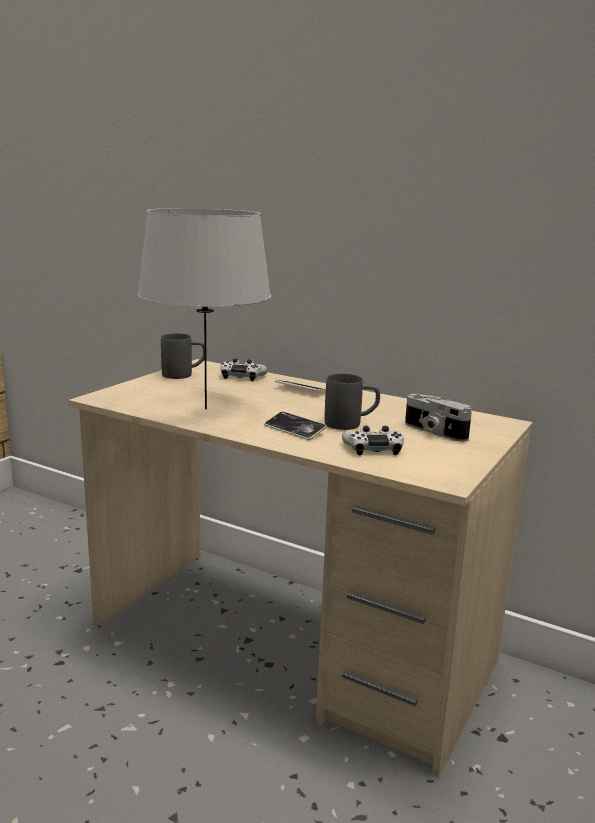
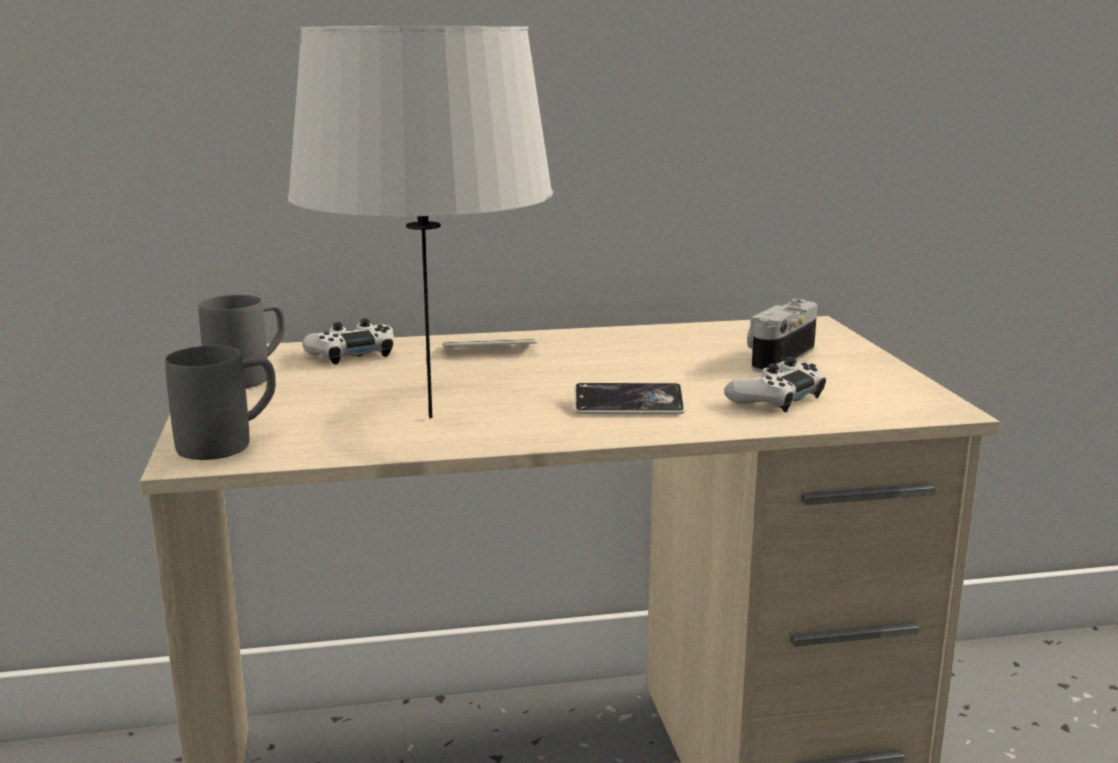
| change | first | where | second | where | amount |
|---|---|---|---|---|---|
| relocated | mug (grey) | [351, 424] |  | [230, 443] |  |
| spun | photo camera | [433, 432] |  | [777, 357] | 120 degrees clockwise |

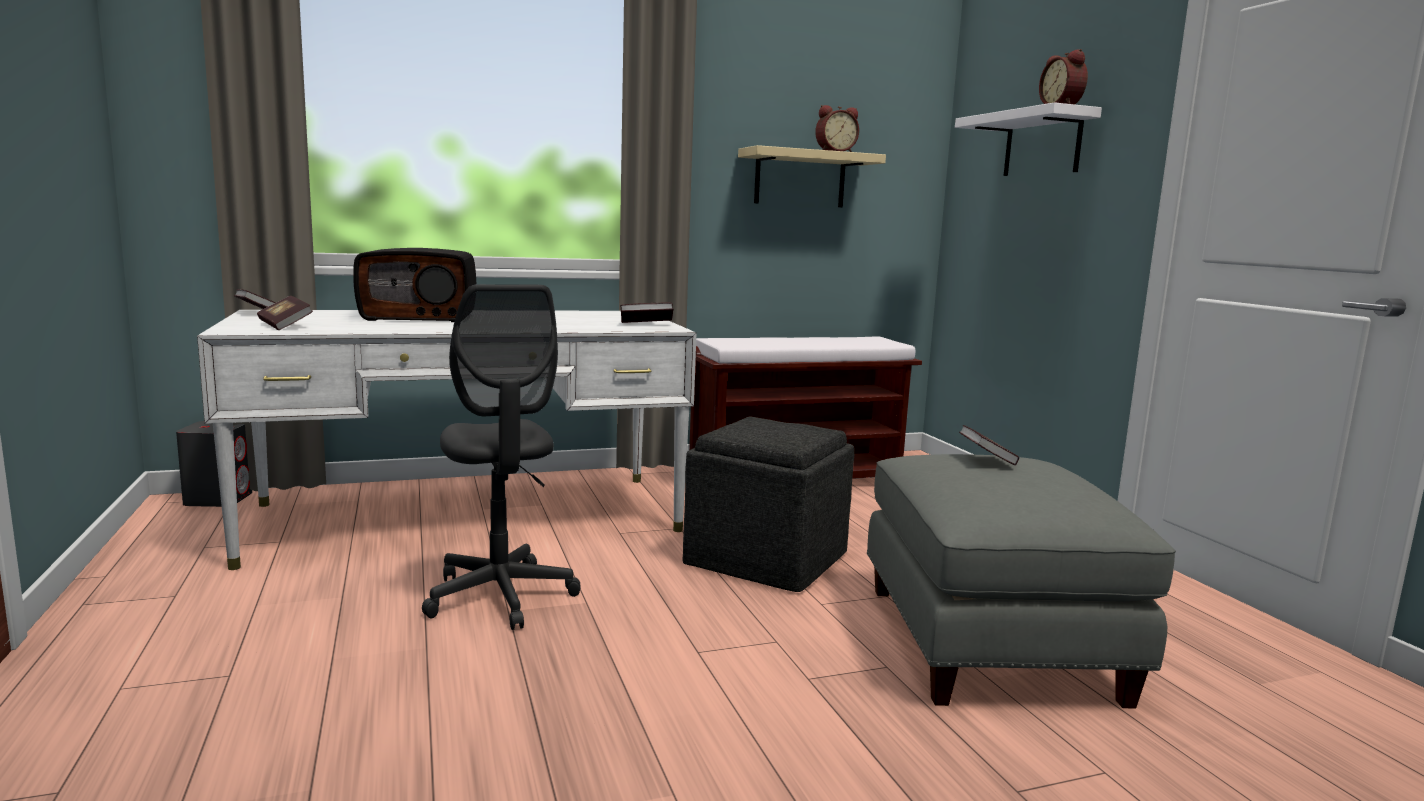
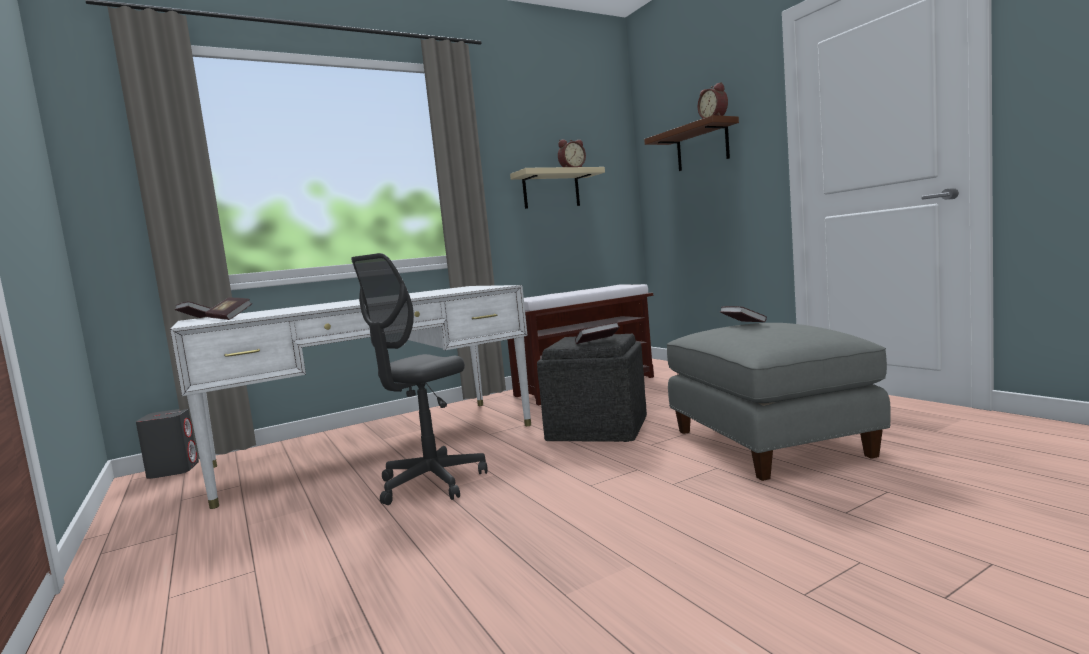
| change | first | where | second | where | amount |
|---|---|---|---|---|---|
| colour | shelf (white) | [1042, 144] | shelf (brown) | [702, 146] |  |
| missing | radio | [420, 317] |  |  |  |
| spun | office chair (grey) | [500, 596] |  | [431, 483] | 75 degrees clockwise |
| relocated | book | [646, 324] |  | [597, 342] |  |

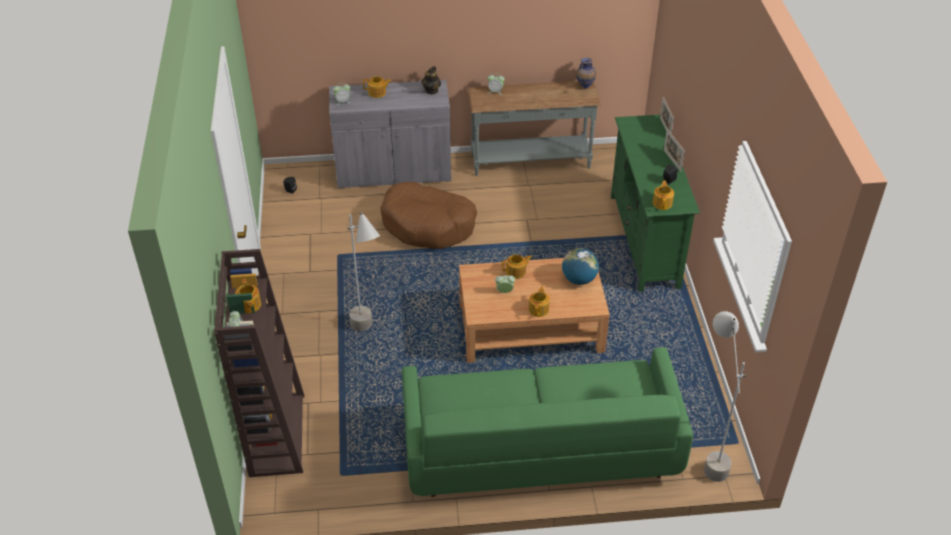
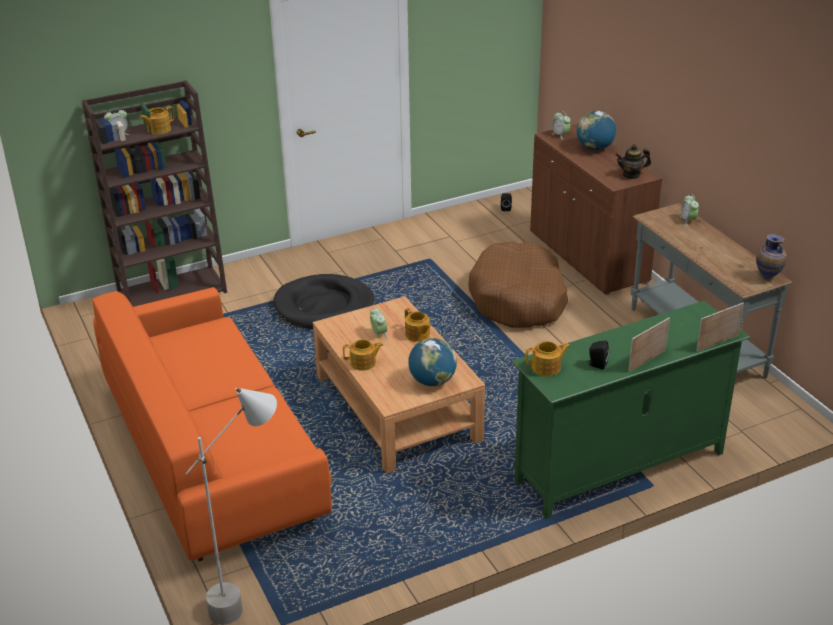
| change | first | where | second | where | amount |
|---|---|---|---|---|---|
| exchanged | teapot | [377, 93] | globe | [594, 148] |  |
| colour | cabinet (grey) | [393, 172] | cabinet (brown) | [588, 257] |  |
| exchanged | floor lamp (grey) | [369, 335] | dog bed (black) | [324, 306] |  |
| colour | sofa (green) | [539, 447] | sofa (orange) | [213, 454] |  |

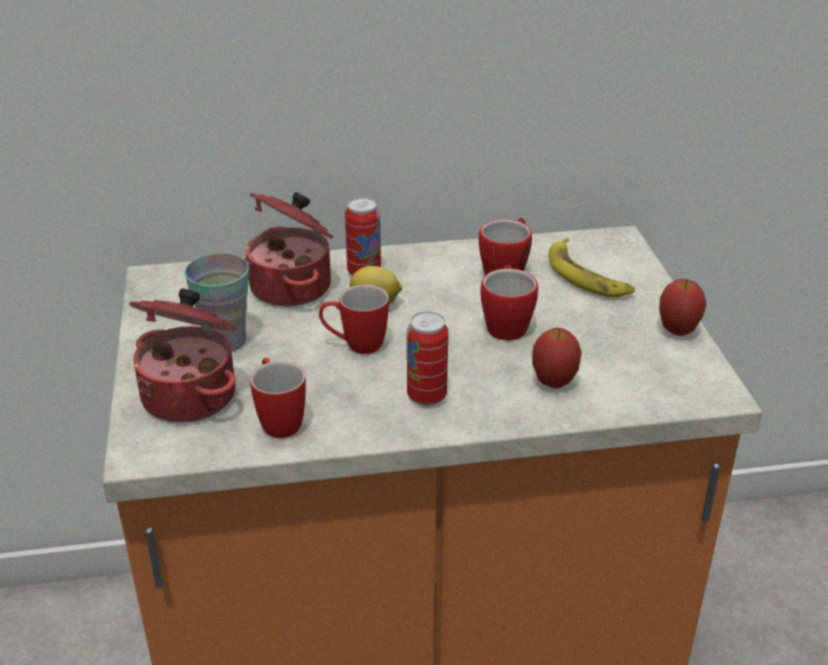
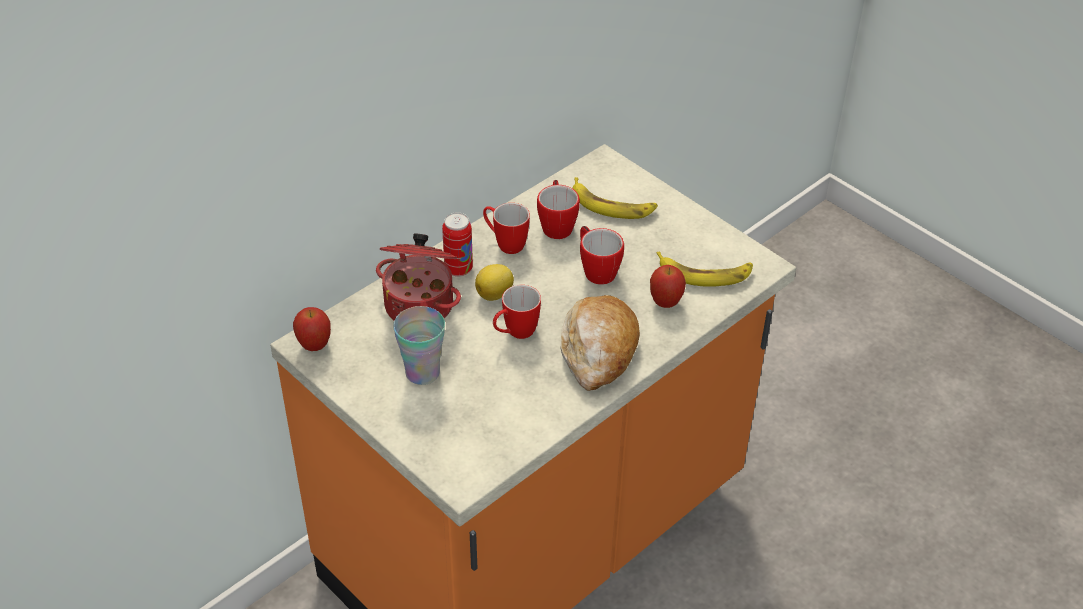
| change | first | where | second | where | amount |
|---|---|---|---|---|---|
| relocated | apple | [677, 331] |  | [314, 345] |  |
| missing | cooking pot | [191, 395] |  |  |  |
| exchanged | can | [427, 396] | bread | [599, 350] |  |
| relocated | mug | [278, 420] |  | [505, 243] |  |
| appeared |  |  | banana | [704, 273] |  |

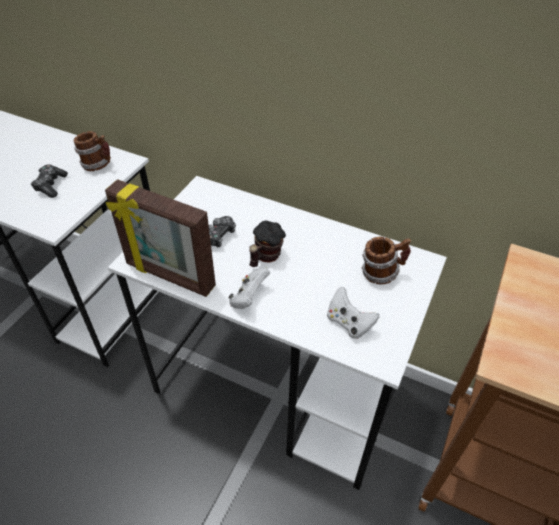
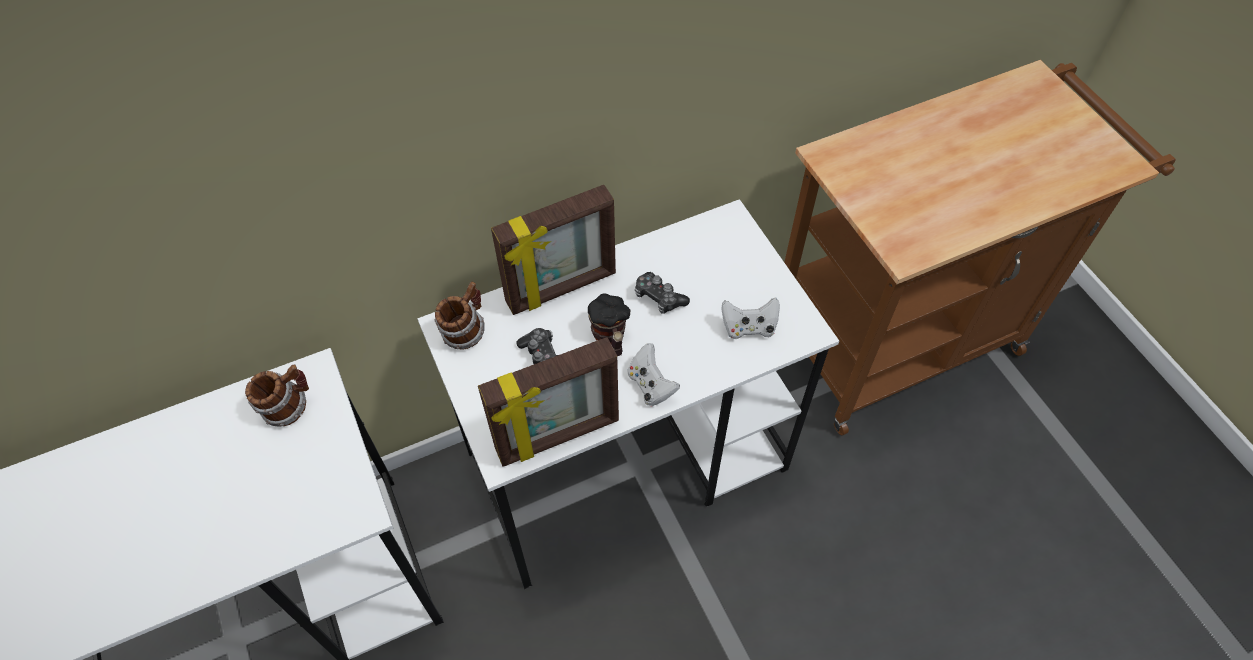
| change | first | where | second | where | amount |
|---|---|---|---|---|---|
| relocated | game controller | [51, 185] |  | [659, 297] |  |
| relocated | mug | [381, 273] |  | [465, 331] |  |
| appeared |  |  | picture frame | [562, 289] |  |

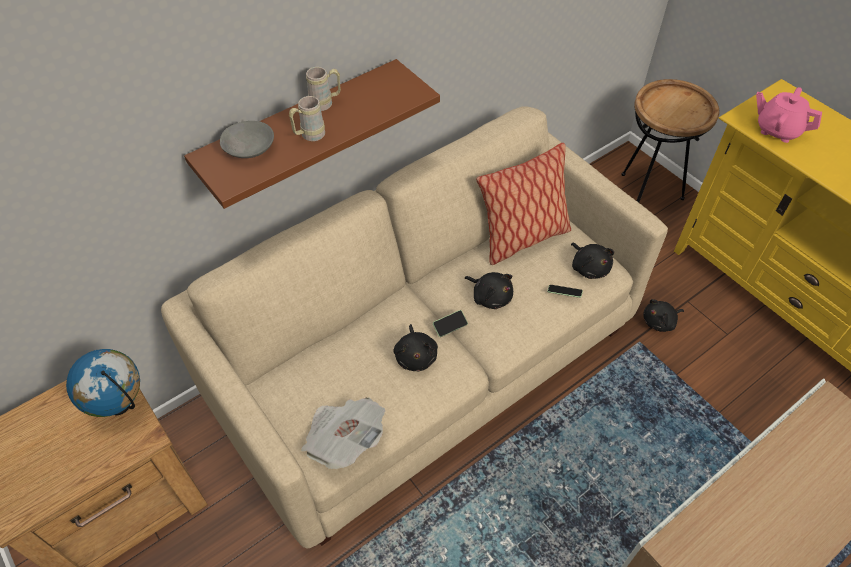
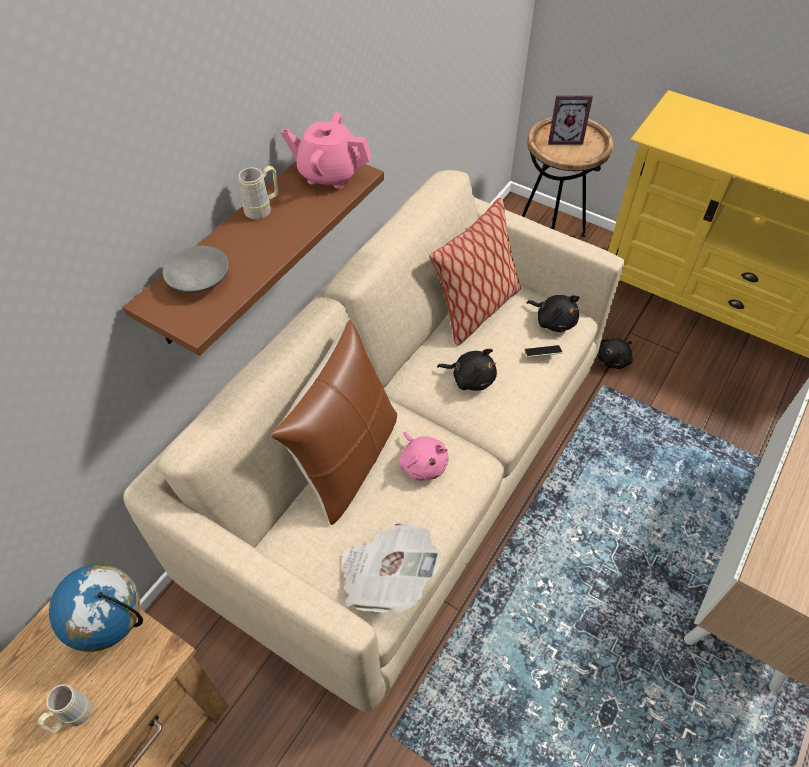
| change | first | where | second | where | amount |
|---|---|---|---|---|---|
| relocated | teapot (pink) | [777, 130] |  | [329, 174] |  |
| relocated | mug (beige) | [309, 136] |  | [72, 717] |  |
| missing | phone | [450, 326] |  |  |  |
| colour | plush toy (black) | [416, 356] | plush toy (pink) | [422, 463] |  |
| appeared |  |  | picture frame | [564, 138] |  |
| appeared |  |  | pillow (brown) | [346, 459] |  |

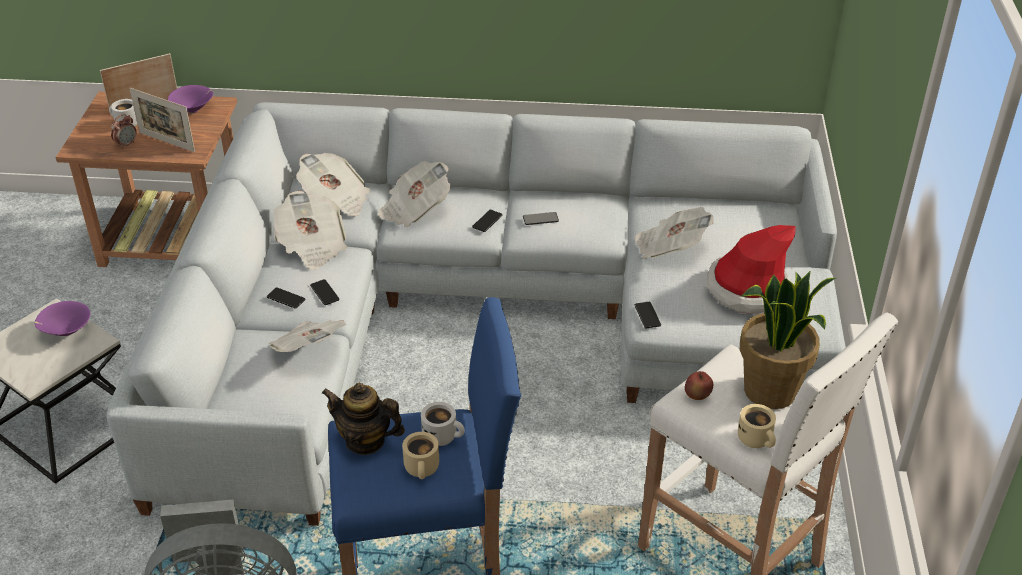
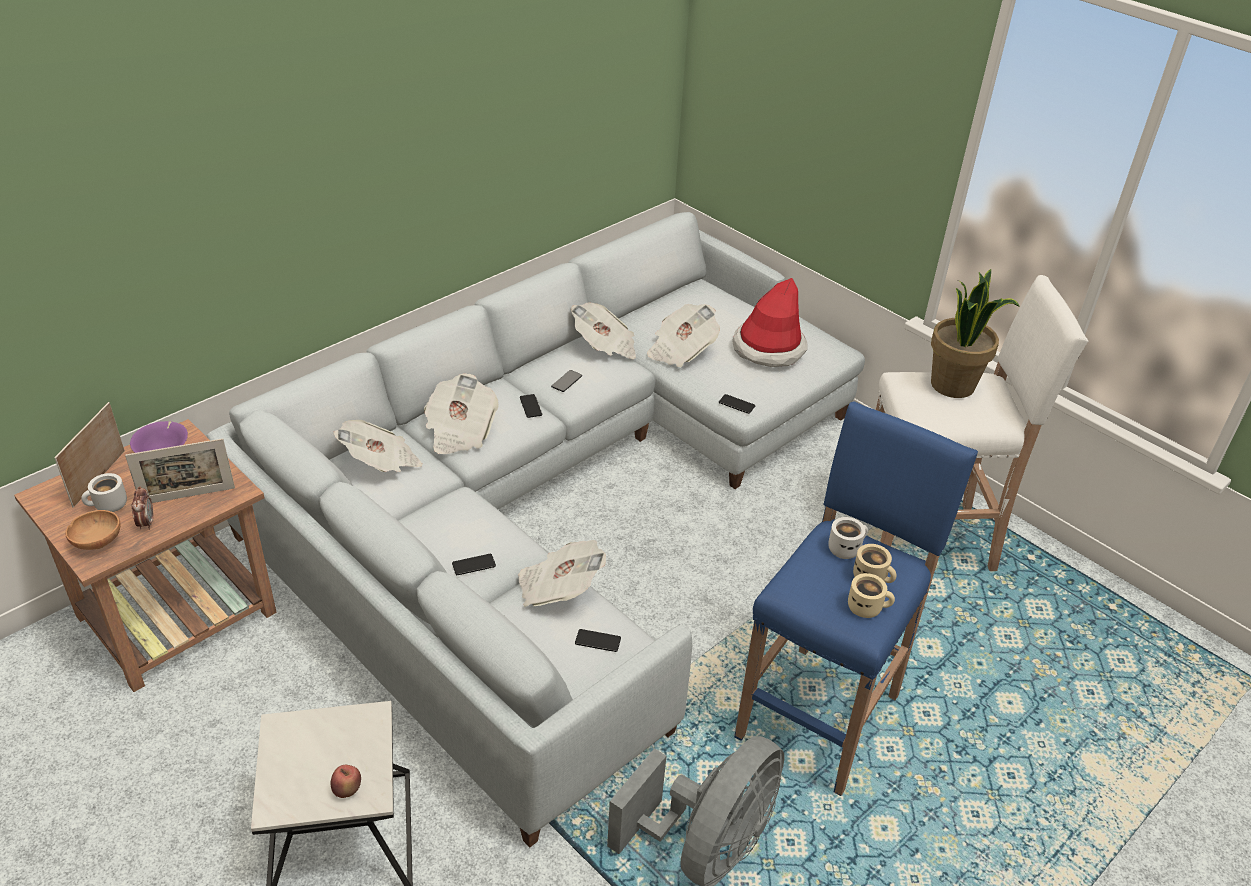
| change | first | where | second | where | amount |
|---|---|---|---|---|---|
| relocated | newspaper | [312, 246] |  | [605, 346] |  |
| relocated | phone | [324, 293] |  | [598, 641] |  |
| missing | bowl (purple) | [66, 332] |  |  |  |
| relocated | apple | [697, 396] |  | [347, 790] |  |
| missing | teapot | [365, 441] |  |  |  |
| relocated | mug (beige) | [757, 440] |  | [867, 607] |  |
| appeared |  |  | bowl (brown) | [97, 541] |  |

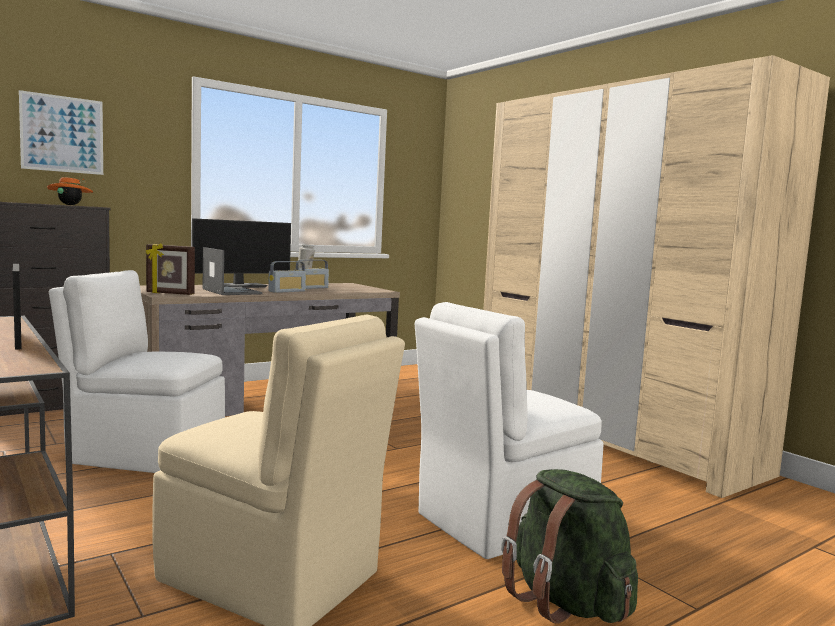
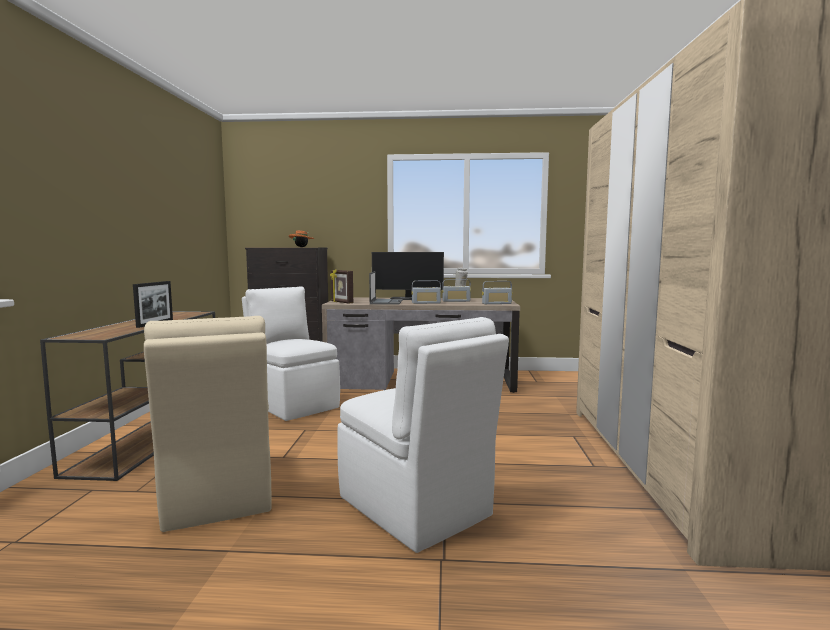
| change | first | where | second | where | amount |
|---|---|---|---|---|---|
| missing | picture | [62, 134] |  |  |  |
| spun | chair (white) | [501, 521] |  | [416, 508] | 135 degrees counterclockwise |
| missing | backpack (green) | [565, 602] |  |  |  |
| appeared |  |  | radio | [496, 303] |  |

